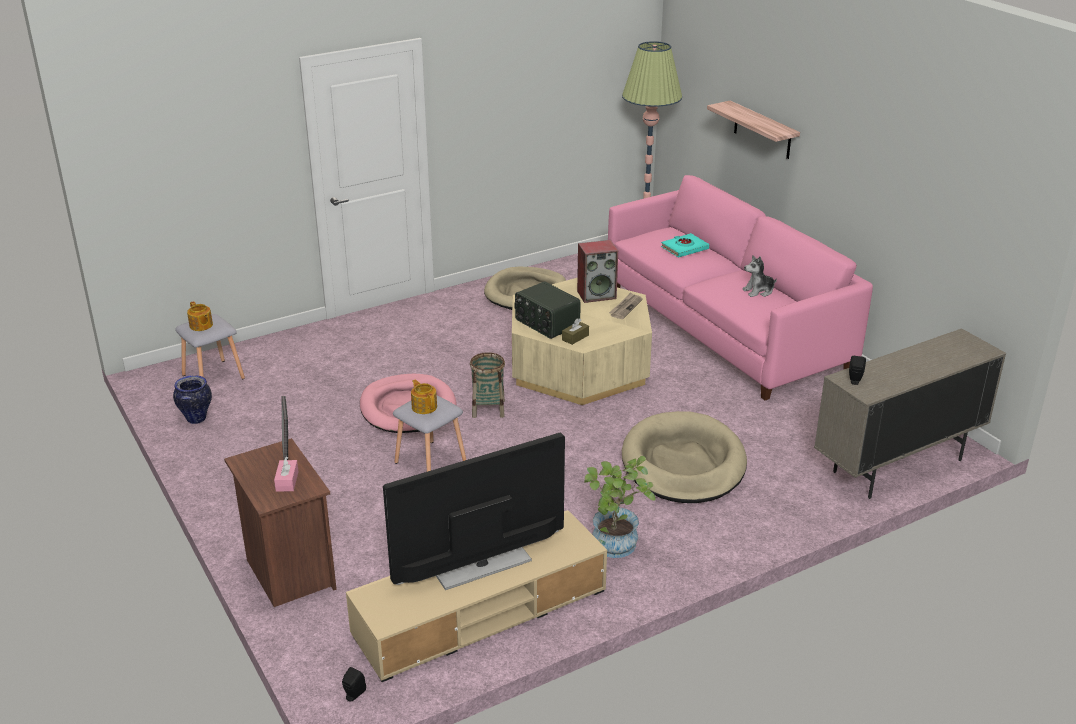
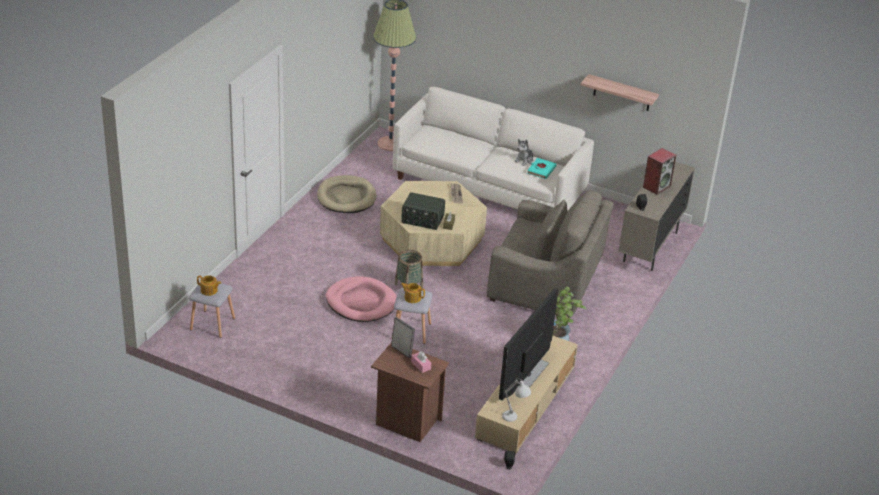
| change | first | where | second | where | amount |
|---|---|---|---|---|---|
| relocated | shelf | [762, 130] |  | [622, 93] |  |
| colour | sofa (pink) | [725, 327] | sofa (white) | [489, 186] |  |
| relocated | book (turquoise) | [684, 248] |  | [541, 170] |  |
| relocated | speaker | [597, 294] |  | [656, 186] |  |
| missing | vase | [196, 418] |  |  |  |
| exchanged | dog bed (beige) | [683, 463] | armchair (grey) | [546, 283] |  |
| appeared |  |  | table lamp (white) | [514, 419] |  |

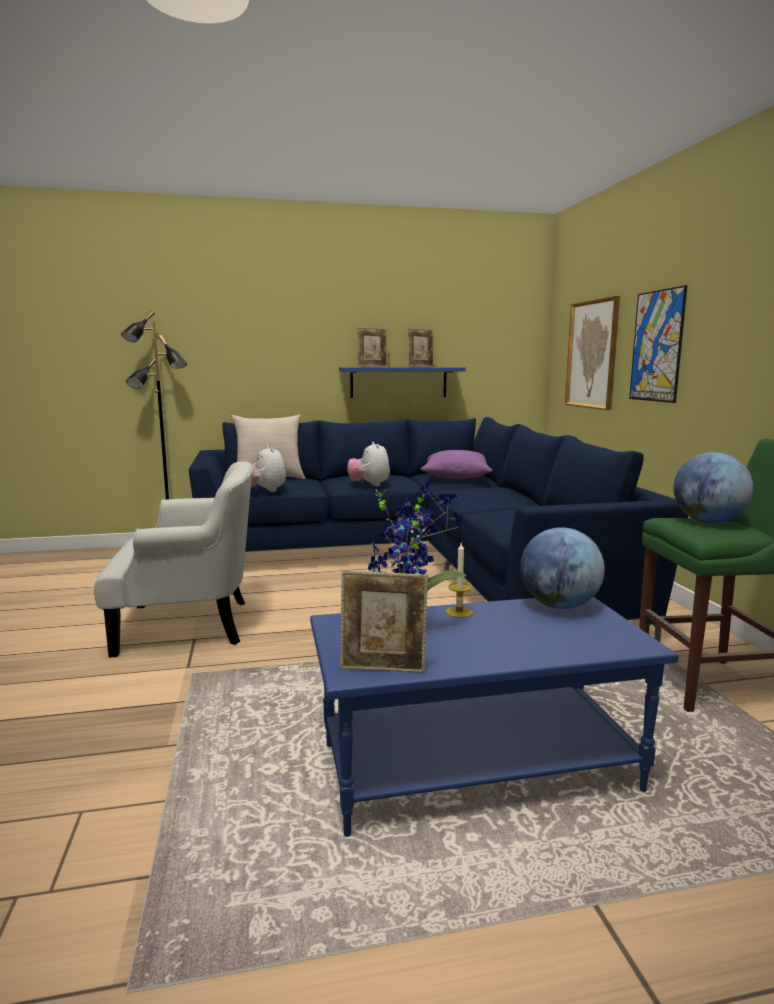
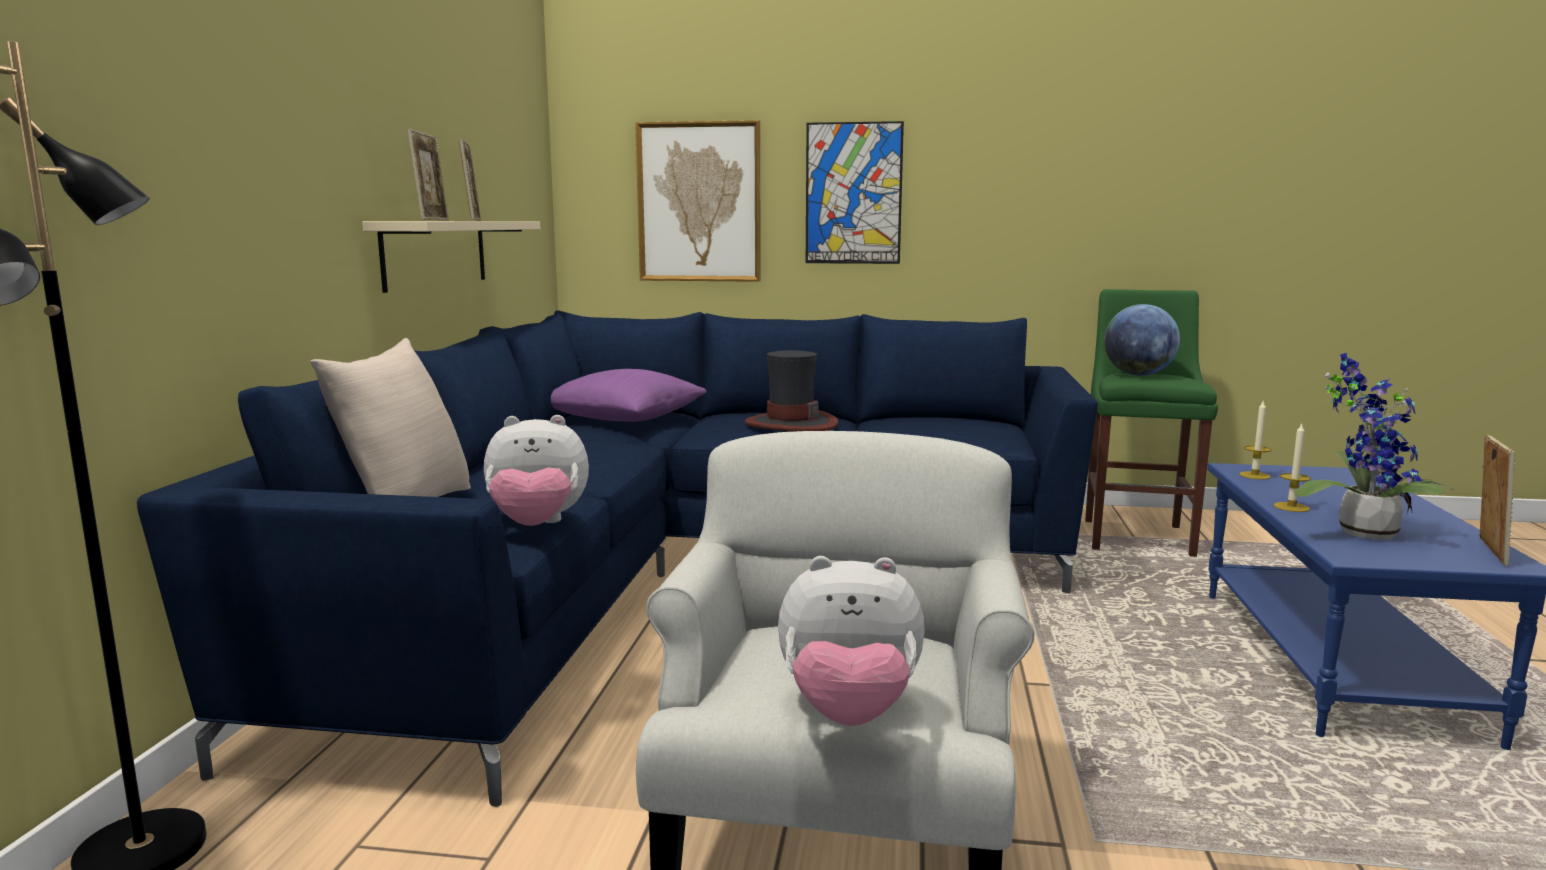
| change | first | where | second | where | amount |
|---|---|---|---|---|---|
| colour | shelf (blue) | [398, 382] | shelf (beige) | [435, 253] |  |
| relocated | plush toy | [369, 485] |  | [849, 712] |  |
| exchanged | globe | [559, 605] | candle | [1254, 475] |  |
| appeared |  |  | hat | [791, 424] |  |

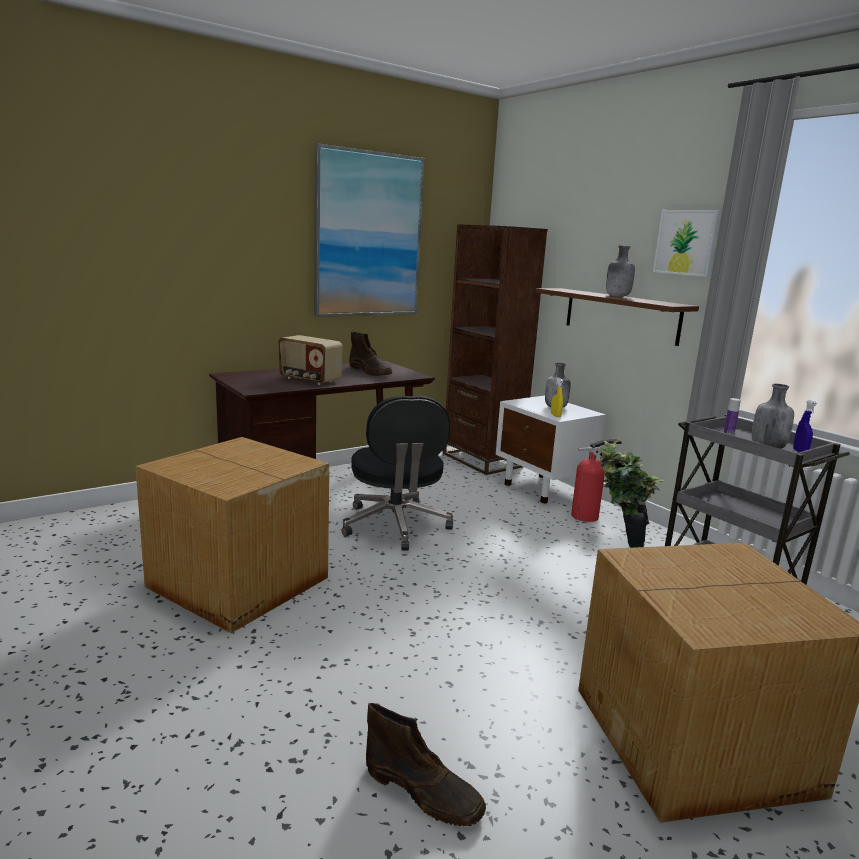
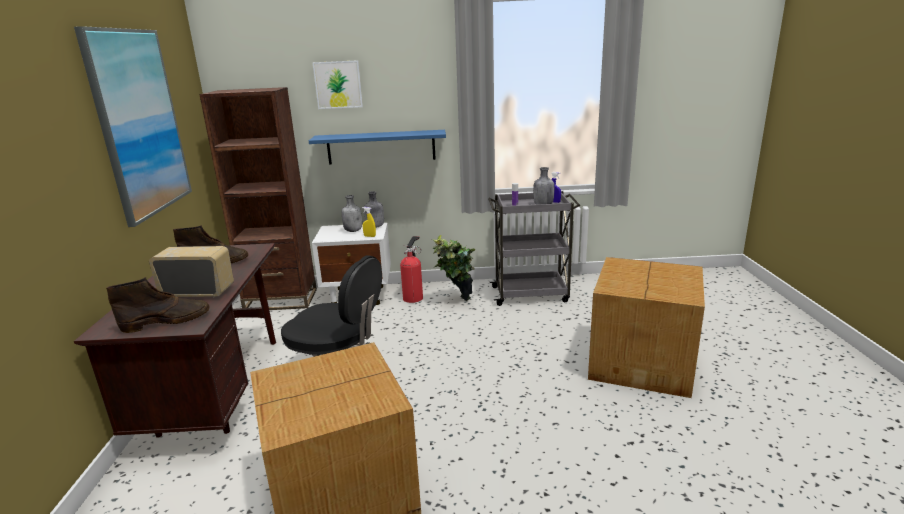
| change | first | where | second | where | amount |
|---|---|---|---|---|---|
| relocated | picture | [686, 242] |  | [338, 84] |  |
| relocated | bottle (grey) | [617, 296] |  | [375, 227] |  |
| colour | shelf (brown) | [620, 315] | shelf (blue) | [381, 147] |  |
| spun | radio | [309, 380] |  | [198, 292] | 150 degrees counterclockwise |
| relocated | boot (brown) | [424, 792] |  | [167, 321] |  |

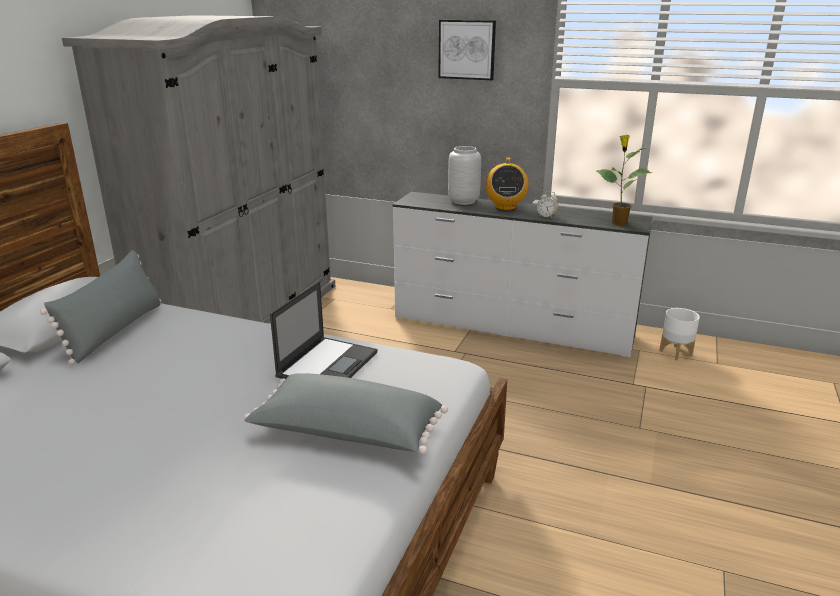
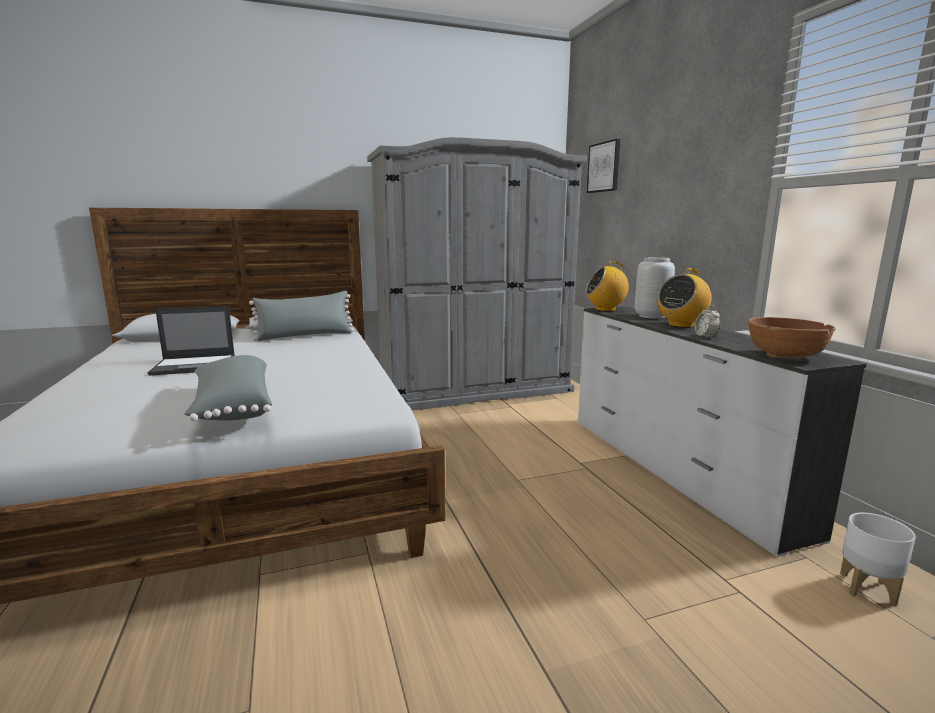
| change | first | where | second | where | amount |
|---|---|---|---|---|---|
| relocated | picture | [467, 49] |  | [604, 167] |  |
| exchanged | potted plant | [618, 223] | bowl (brown) | [785, 356] |  |
| relocated | laptop | [328, 363] |  | [195, 365] |  |
| appeared |  |  | radio | [605, 309] |  |

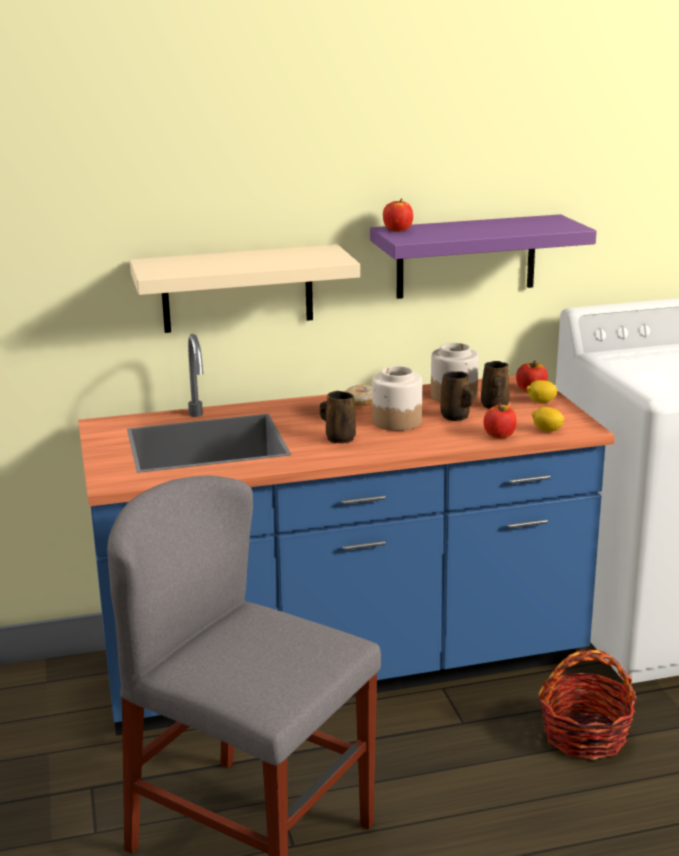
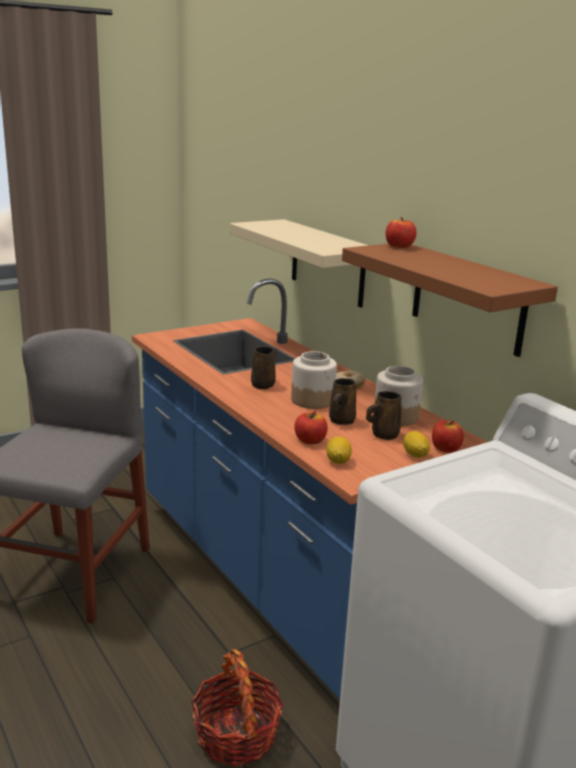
| change | first | where | second | where | amount |
|---|---|---|---|---|---|
| colour | shelf (purple) | [466, 256] | shelf (brown) | [467, 298] |  |

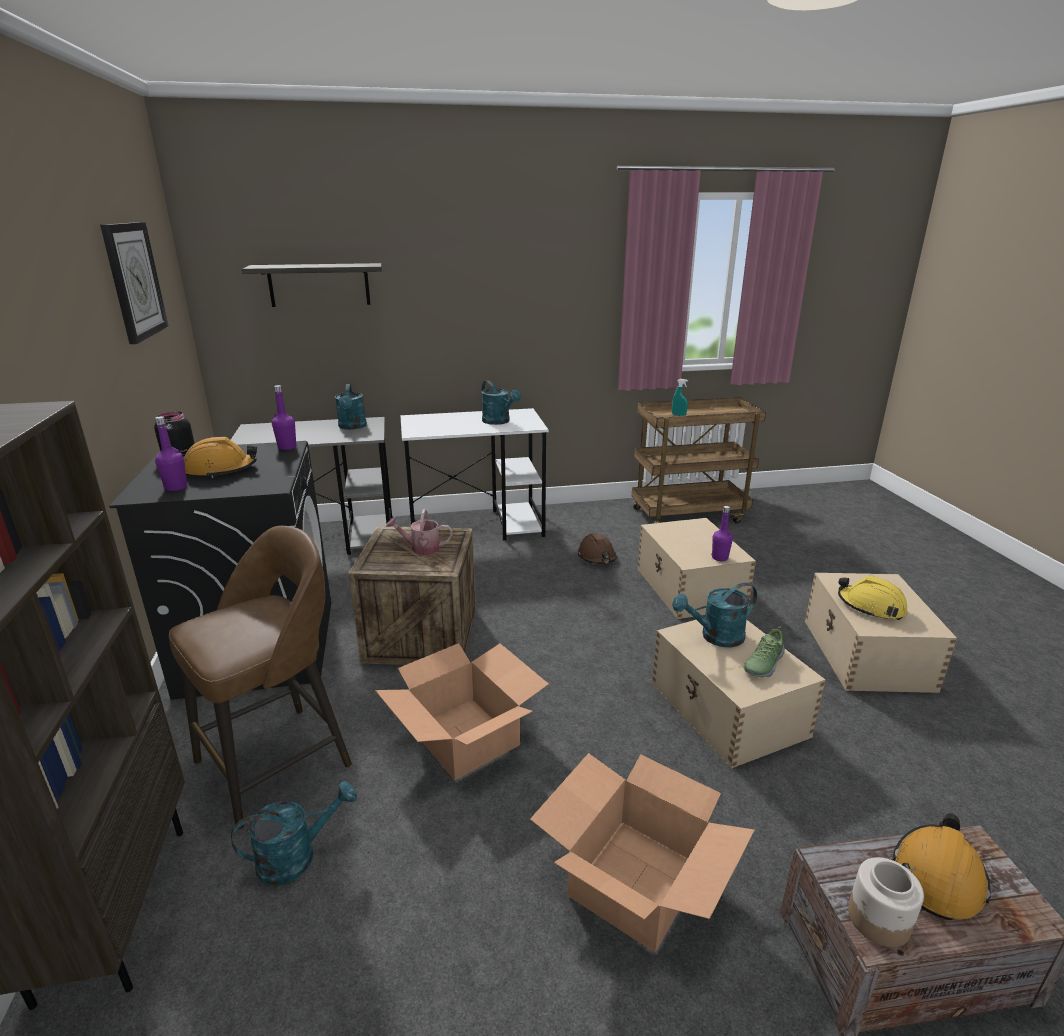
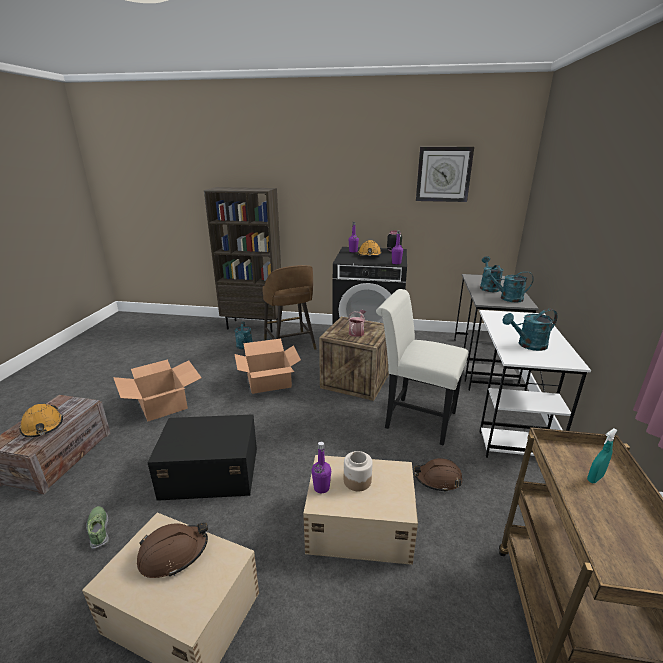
| change | first | where | second | where | amount |
|---|---|---|---|---|---|
| missing | shelf | [319, 285] |  |  |  |
| colour | hard hat (yellow) | [871, 607] | hard hat (brown) | [173, 553] |  |
| relocated | watering can (turquoise) | [715, 637] |  | [488, 287] |  |
| colour | storage box (beige) | [728, 710] | storage box (black) | [209, 472] |  |
| relocated | shoe | [763, 663] |  | [99, 530] |  |
| relocated | jar | [878, 920] |  | [357, 480] |  |
| appeared |  |  | chair (white) | [414, 418] |  |

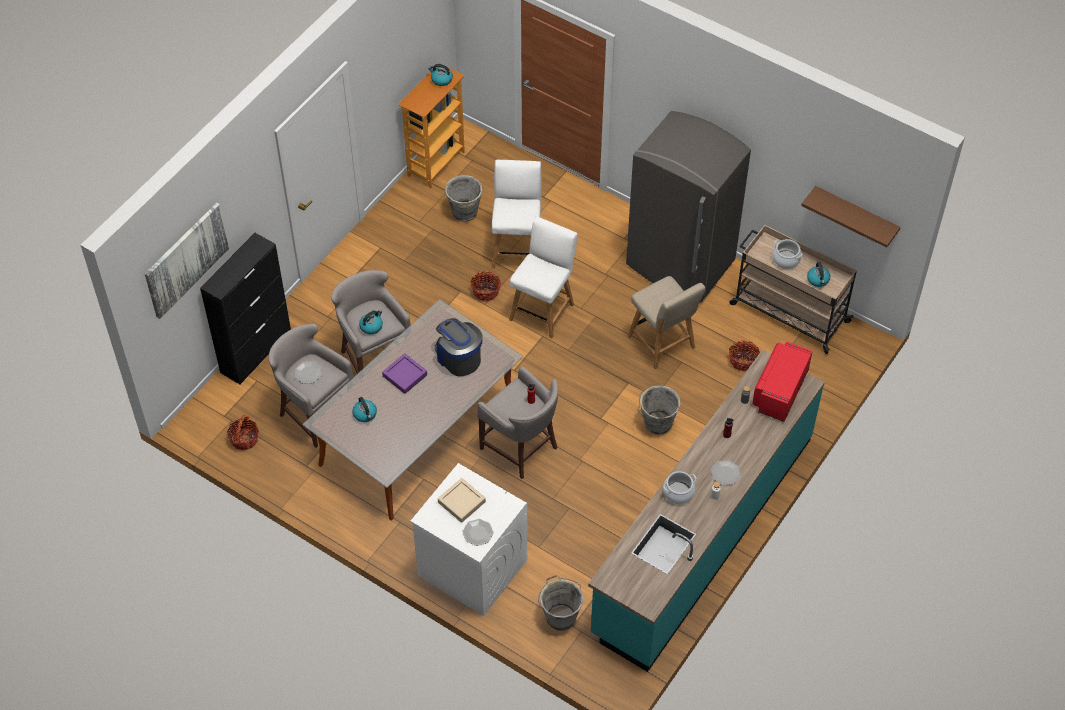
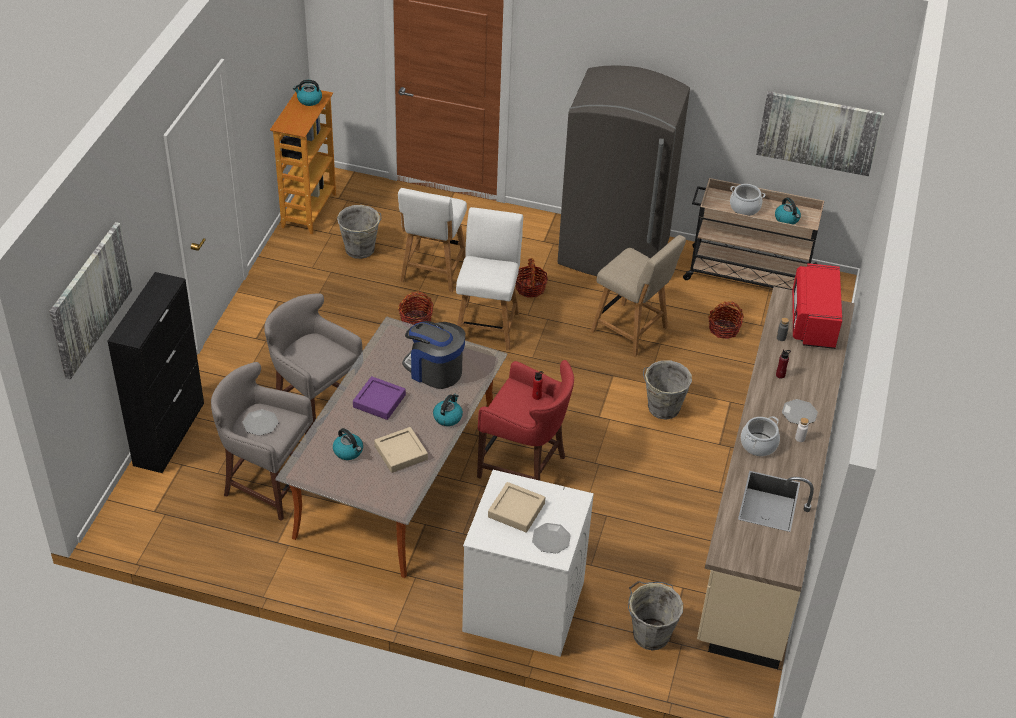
| change | first | where | second | where | amount |
|---|---|---|---|---|---|
| spun | chair (white) | [517, 248] |  | [432, 272] | 150 degrees counterclockwise |
| exchanged | shelf (brown) | [855, 214] | picture | [819, 132] |  |
| relocated | kettle | [371, 326] |  | [447, 417] |  |
| colour | counter (turquoise) | [702, 534] | counter (beige) | [766, 508] |  |
| colour | stool (grey) | [521, 448] | stool (red) | [524, 466] |  |
| relocated | basket | [244, 439] |  | [530, 288] |  |
| appeared |  |  | tray (beige) | [401, 453] |  |

